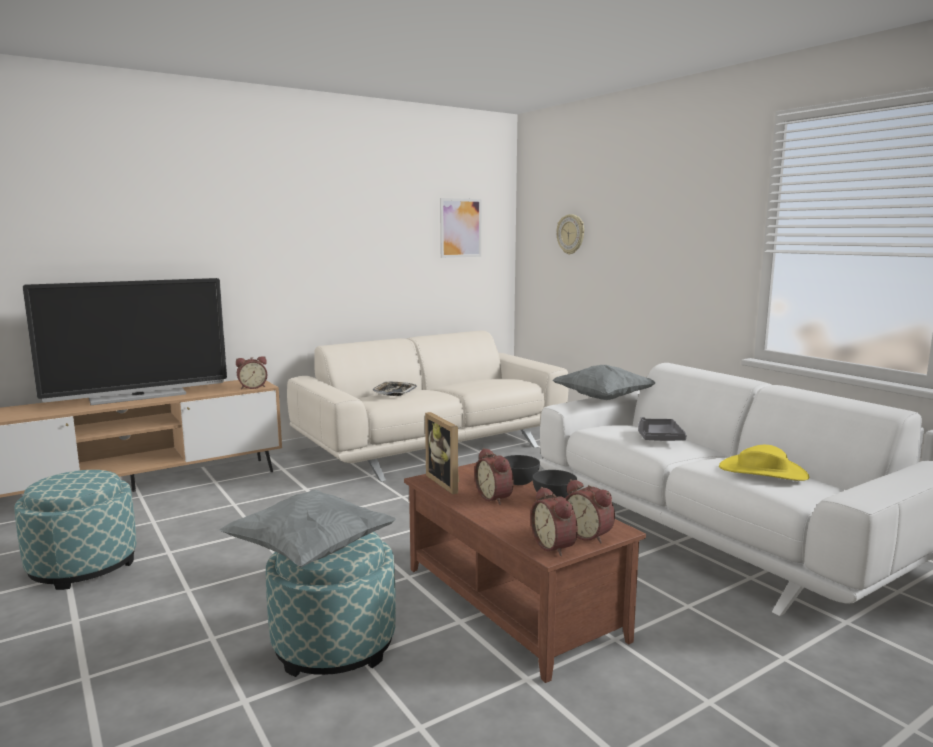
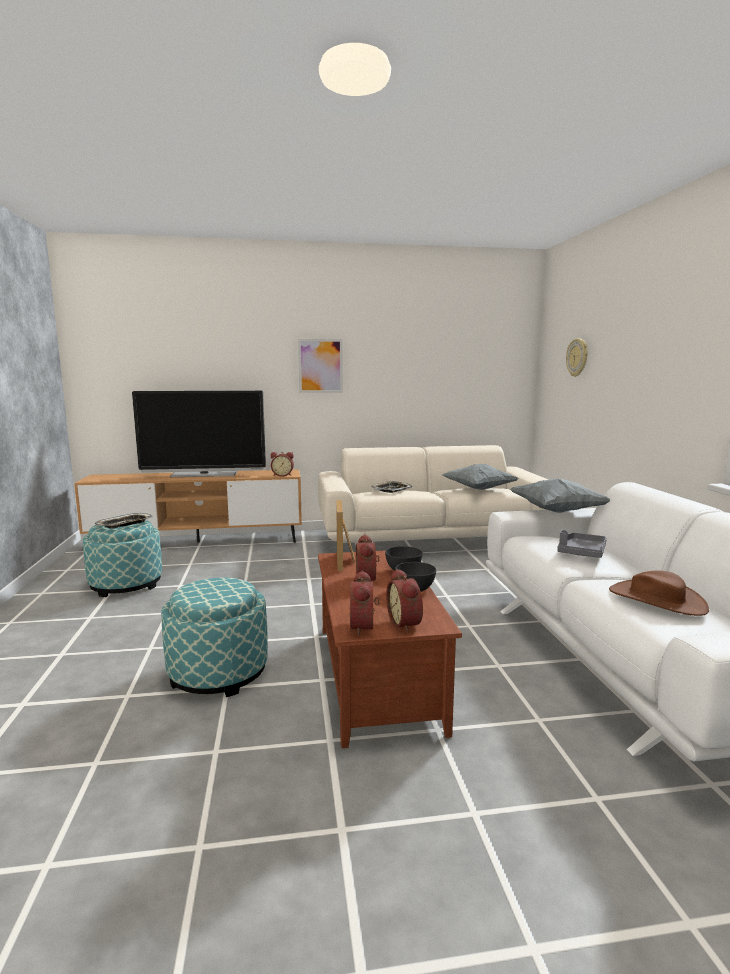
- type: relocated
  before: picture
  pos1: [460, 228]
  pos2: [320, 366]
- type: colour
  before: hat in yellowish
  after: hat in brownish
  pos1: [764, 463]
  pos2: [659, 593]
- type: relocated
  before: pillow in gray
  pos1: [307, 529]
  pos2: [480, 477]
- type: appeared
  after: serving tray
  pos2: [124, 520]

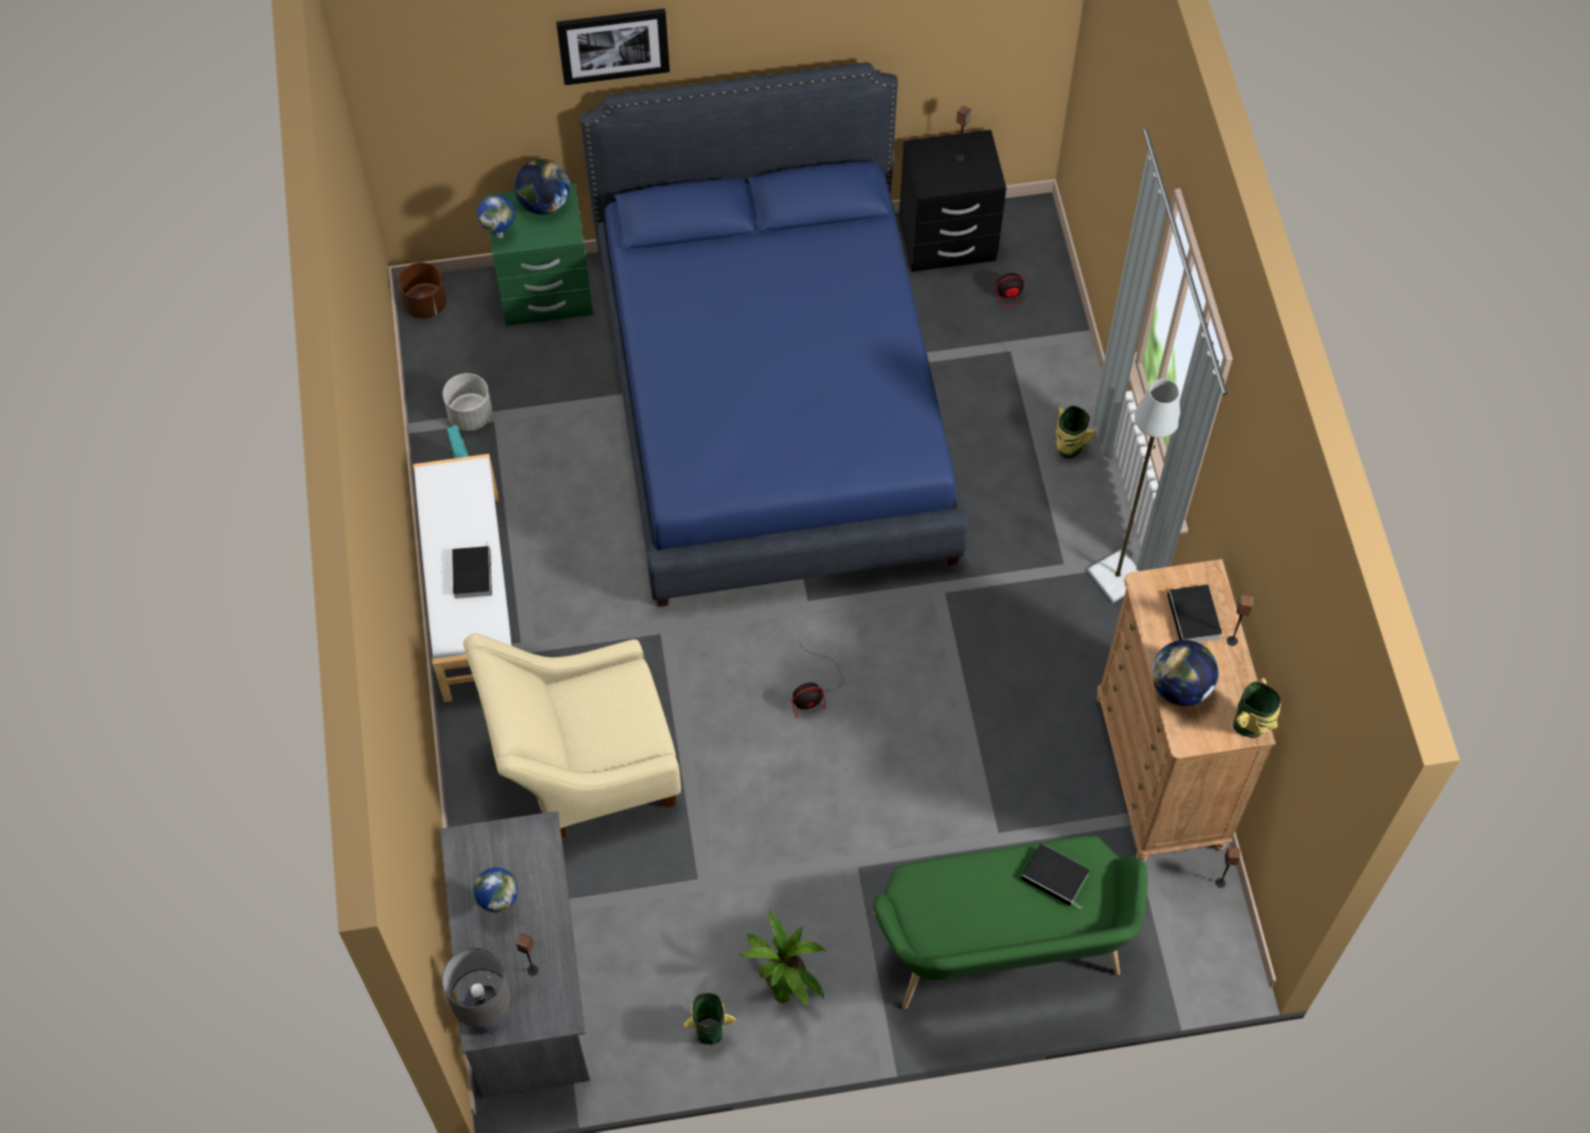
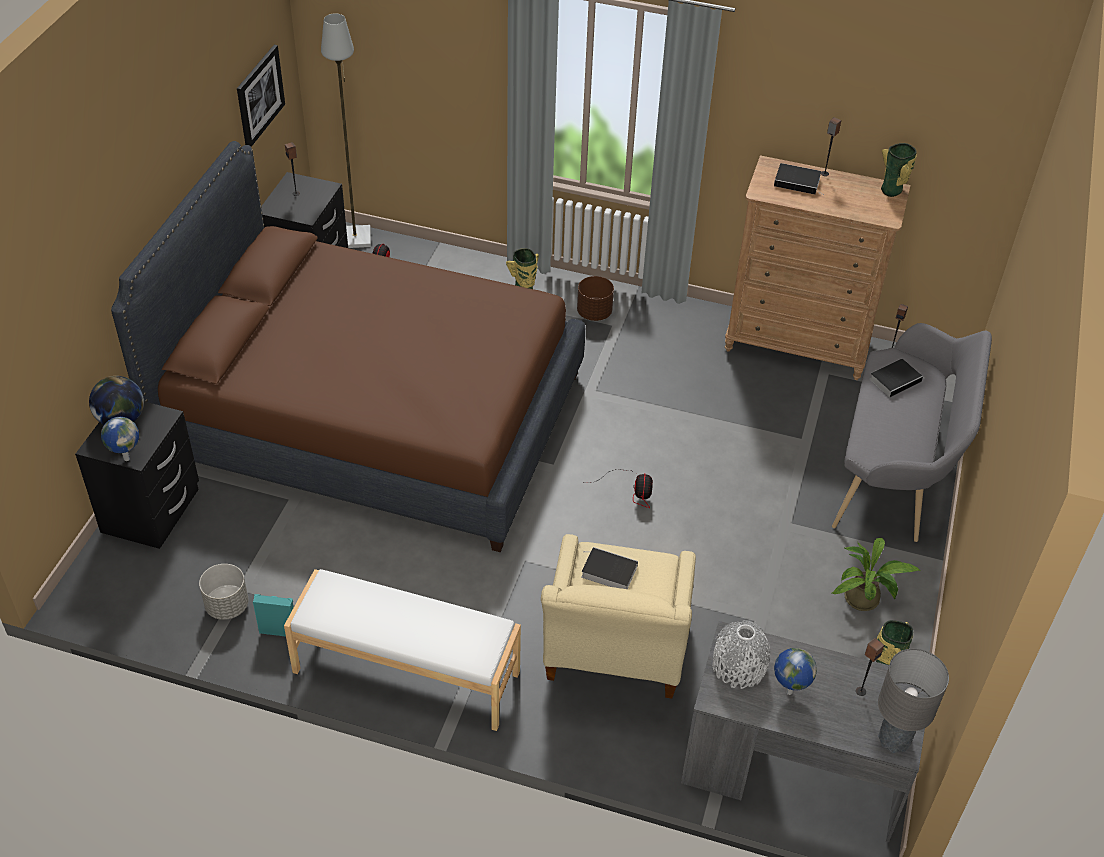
- type: relocated
  before: picture
  pos1: [613, 46]
  pos2: [261, 96]
- type: colour
  before: bedroom bed in blue
  after: bedroom bed in brownish
  pos1: [774, 334]
  pos2: [348, 346]
- type: colour
  before: night table in green-coloured
  after: night table in blackish
  pos1: [539, 254]
  pos2: [137, 475]
- type: relocated
  before: flower pot in brownish
  pos1: [422, 290]
  pos2: [595, 298]
- type: relocated
  before: standing lamp in gray
  pos1: [1133, 491]
  pos2: [346, 131]
- type: relocated
  before: volume
  pos1: [472, 570]
  pos2: [609, 568]
- type: missing
  before: globe
  pos1: [1184, 673]
- type: colour
  before: indoor bench in green-coloured
  after: indoor bench in gray
  pos1: [1011, 922]
  pos2: [912, 432]
- type: appeared
  after: decorative vase in gray
  pos2: [741, 654]

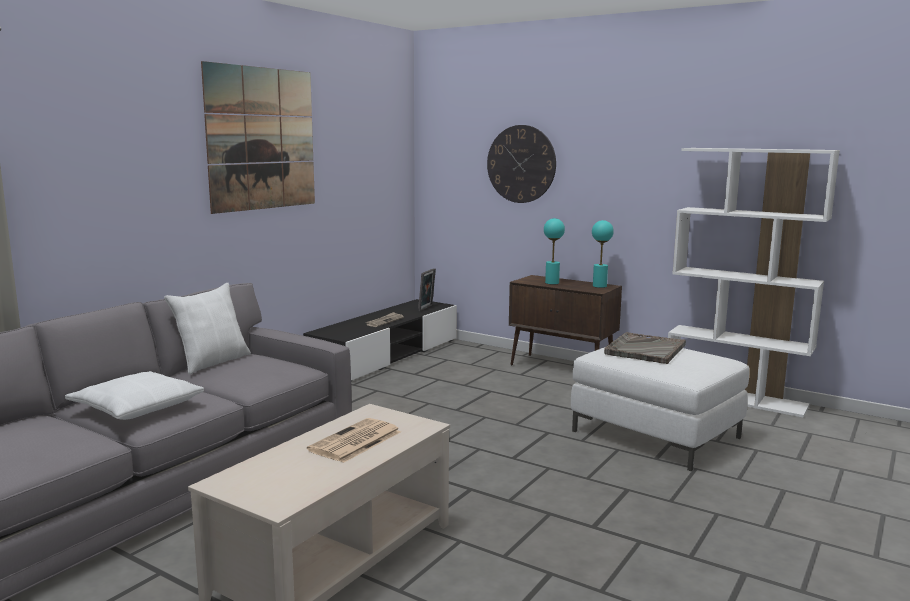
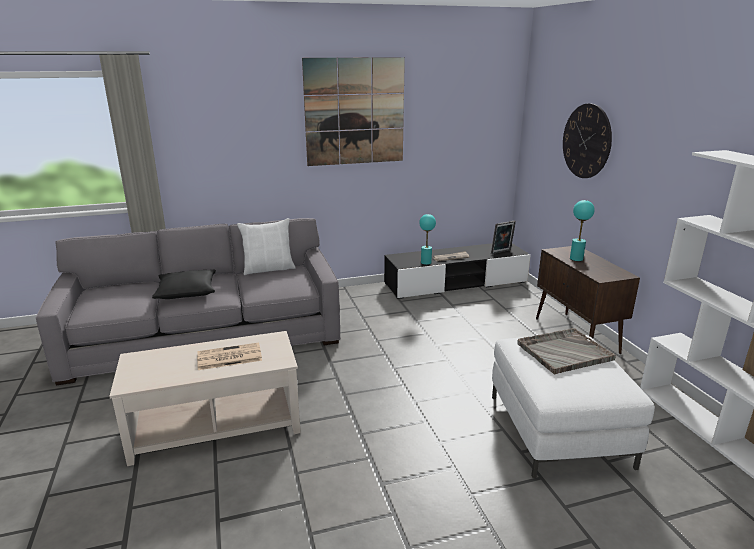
- type: relocated
  before: tabletop lamp in turquoise
  pos1: [603, 254]
  pos2: [427, 239]
- type: colour
  before: pillow in whitish
  after: pillow in blackish
  pos1: [134, 395]
  pos2: [184, 284]

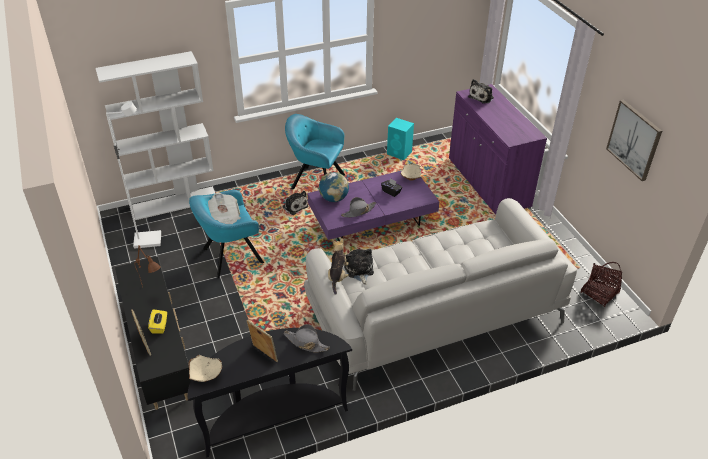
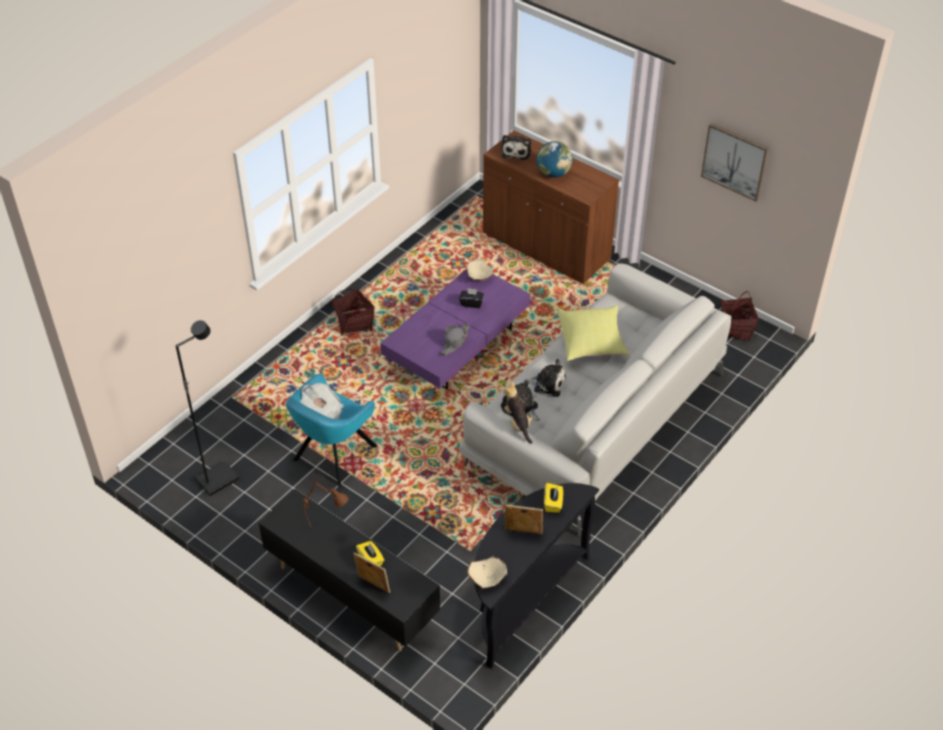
- type: missing
  before: shelving unit in whitish
  pos1: [155, 135]
- type: colour
  before: cabinet in purple-coloured
  after: cabinet in brownish
  pos1: [498, 149]
  pos2: [551, 207]
- type: colour
  before: standing lamp in whitish
  after: standing lamp in blackish
  pos1: [133, 175]
  pos2: [207, 408]
- type: exchanged
  before: lounge chair in turquoise
  after: storage basket
  pos1: [315, 152]
  pos2: [352, 312]
- type: missing
  before: speaker in turquoise
  pos1: [400, 139]
- type: relocated
  before: globe
  pos1: [334, 187]
  pos2: [555, 159]
- type: relocated
  before: plush toy
  pos1: [295, 203]
  pos2: [545, 378]
- type: exchanged
  before: hat in gray
  after: tissue box in yellowish
  pos1: [306, 338]
  pos2: [553, 498]
- type: appeared
  after: pillow in yellowish
  pos2: [593, 333]

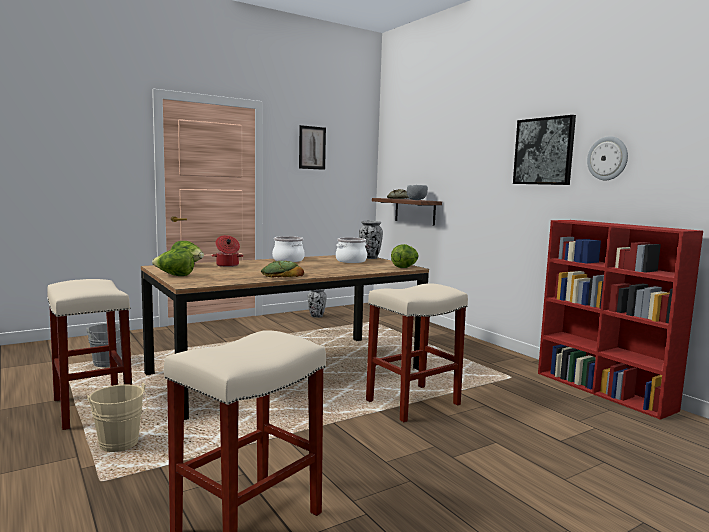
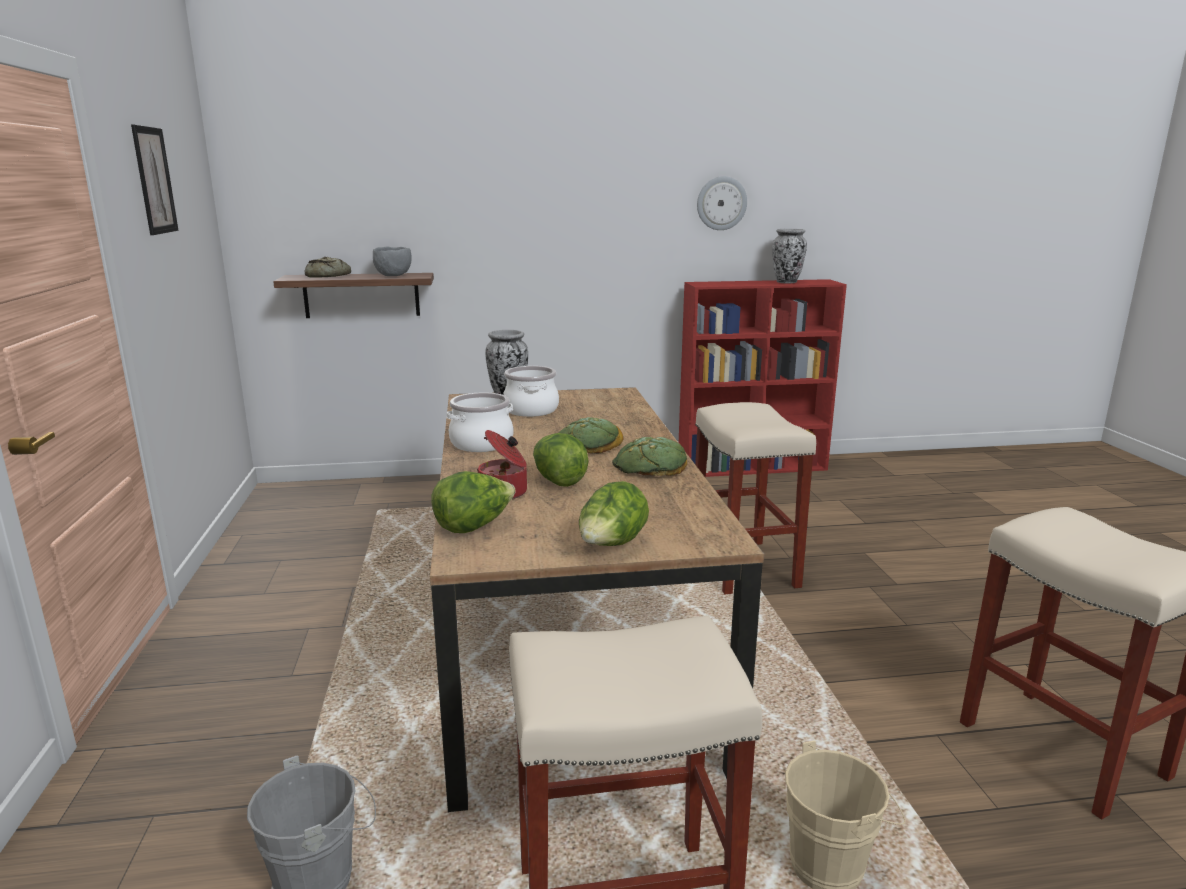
- type: missing
  before: picture
  pos1: [544, 150]
- type: relocated
  before: head of lettuce
  pos1: [404, 256]
  pos2: [561, 460]
- type: relocated
  before: decorative vase
  pos1: [317, 303]
  pos2: [789, 256]
- type: appeared
  after: baked bread
  pos2: [591, 435]

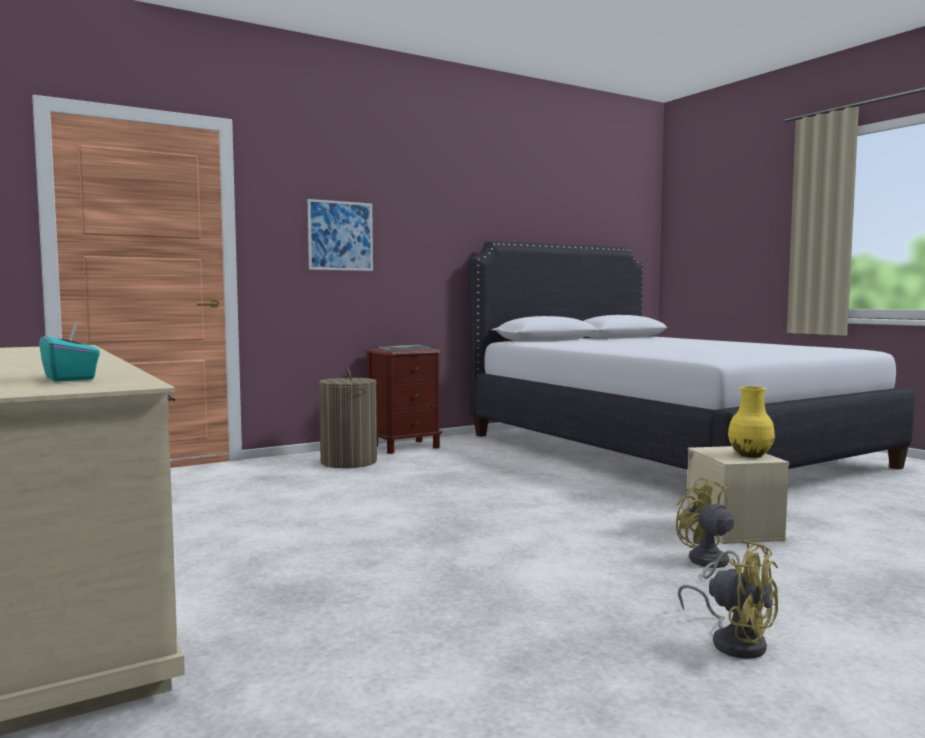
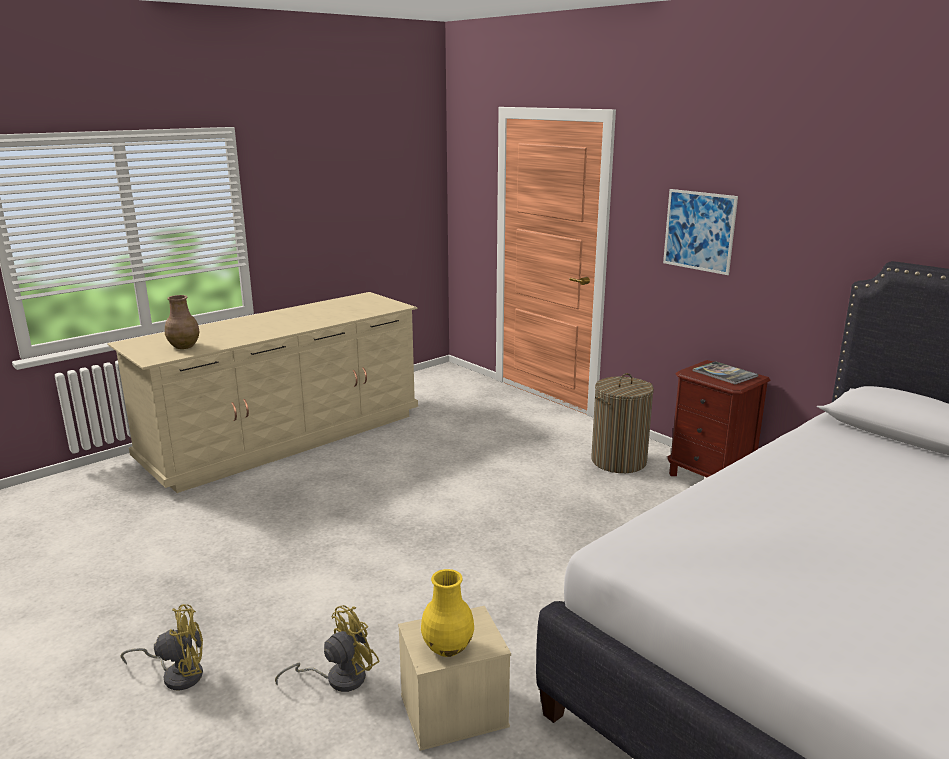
- type: exchanged
  before: tissue box in turquoise
  after: decorative vase in brownish
  pos1: [69, 352]
  pos2: [182, 322]
- type: spun
  before: cooling fan in yellowish
  pos1: [728, 599]
  pos2: [162, 647]
  turn: -135

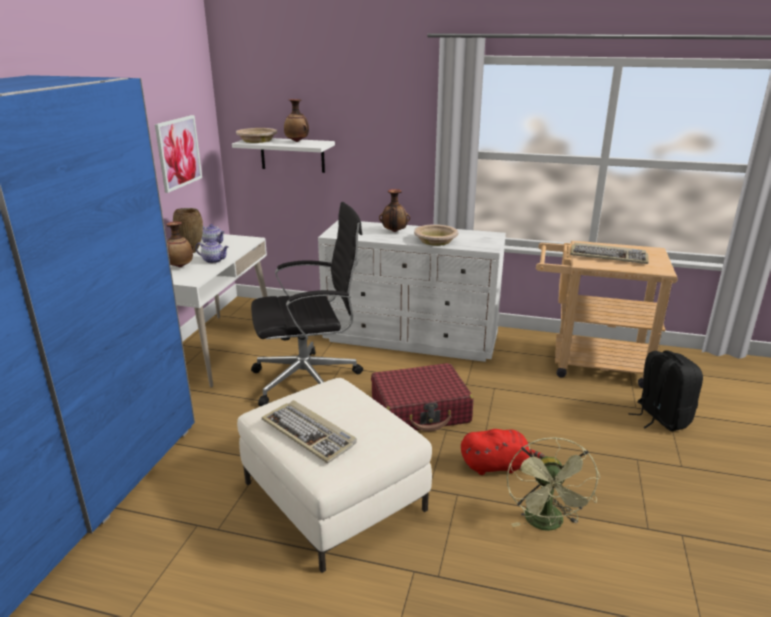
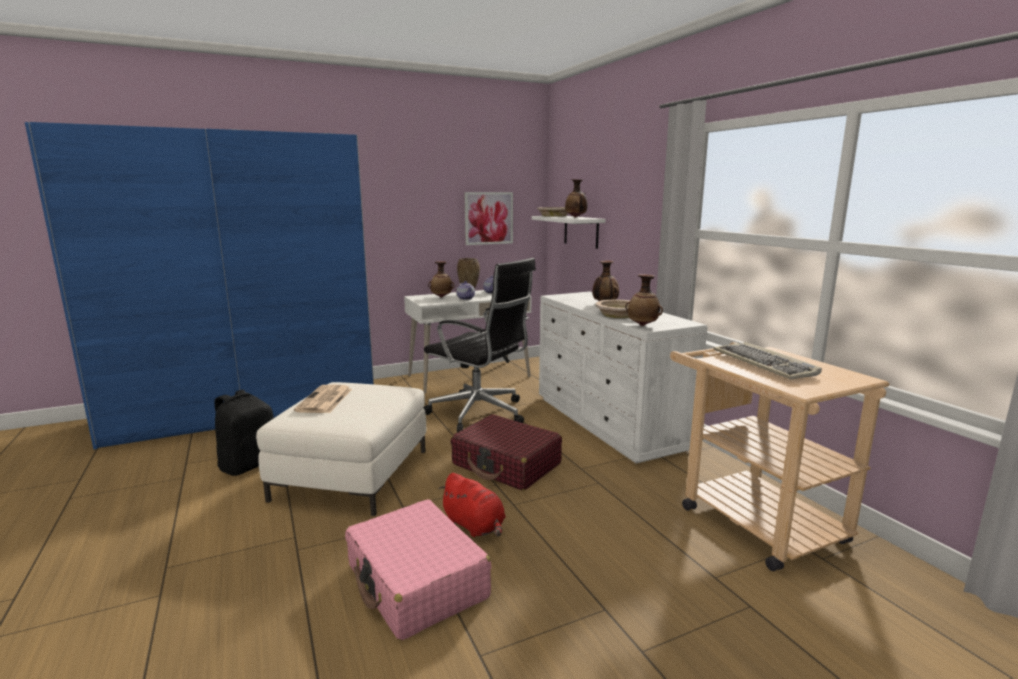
- type: relocated
  before: rucksack in blackish
  pos1: [665, 391]
  pos2: [244, 433]
- type: exchanged
  before: computer keyboard
  after: newspaper
  pos1: [309, 431]
  pos2: [323, 399]
- type: exchanged
  before: cooling fan in green-coloured
  after: piece of luggage in pink
  pos1: [553, 484]
  pos2: [418, 570]
- type: appeared
  after: decorative vase
  pos2: [644, 300]

